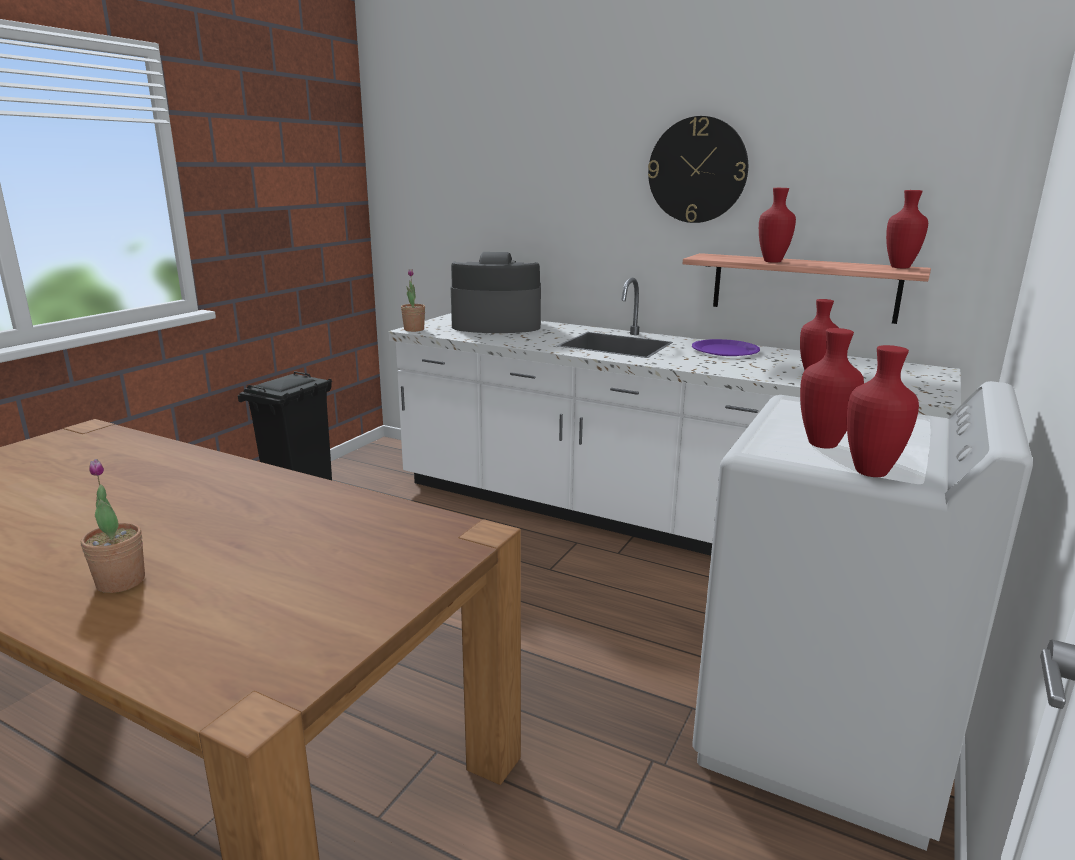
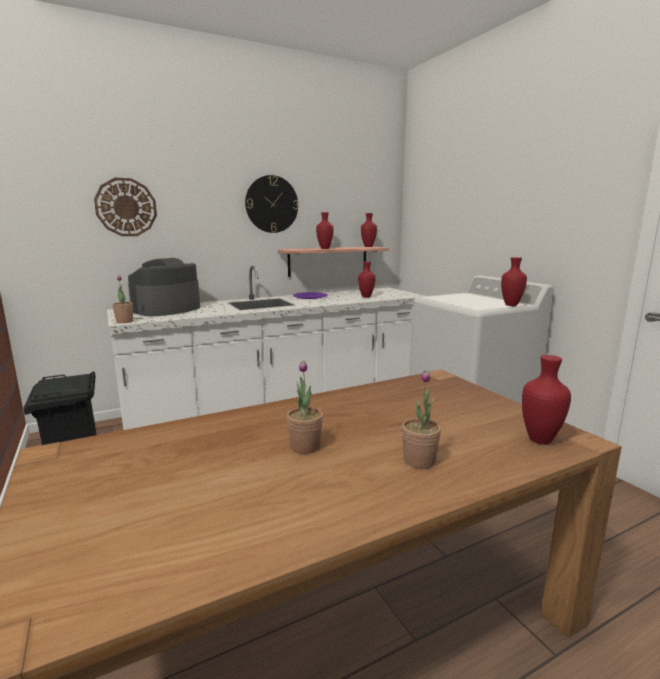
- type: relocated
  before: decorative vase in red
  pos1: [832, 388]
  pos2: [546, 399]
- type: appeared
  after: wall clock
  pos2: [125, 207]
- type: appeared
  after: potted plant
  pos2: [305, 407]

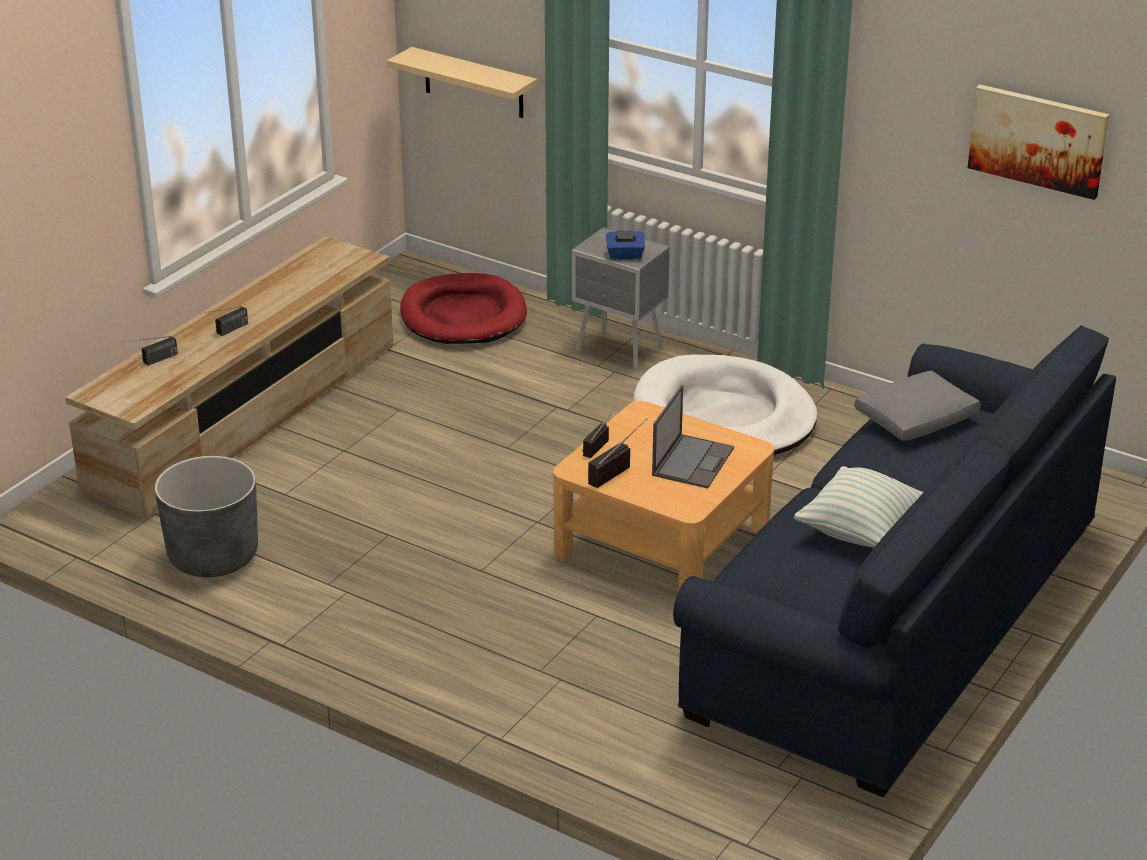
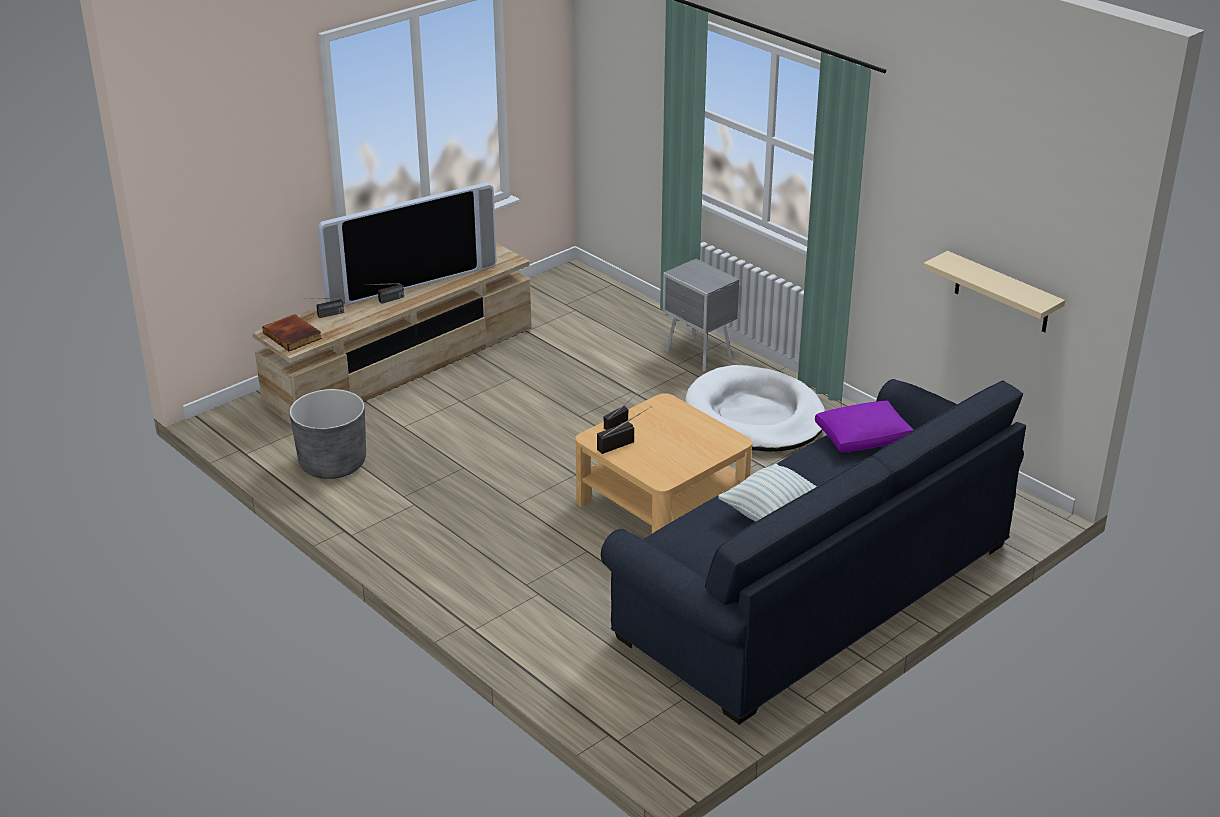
- type: relocated
  before: shelf in beige-coloured
  pos1: [462, 82]
  pos2: [994, 292]
- type: missing
  before: picture
  pos1: [1038, 142]
- type: missing
  before: tissue box in blue
  pos1: [625, 245]
- type: missing
  before: pet bed in red
  pos1: [463, 308]
- type: colour
  before: pillow in gray
  after: pillow in purple-coloured
  pos1: [918, 406]
  pos2: [864, 426]
- type: missing
  before: notebook computer
  pos1: [693, 436]
- type: appeared
  after: TV
  pos2: [407, 244]
- type: appeared
  after: volume
  pos2: [292, 332]

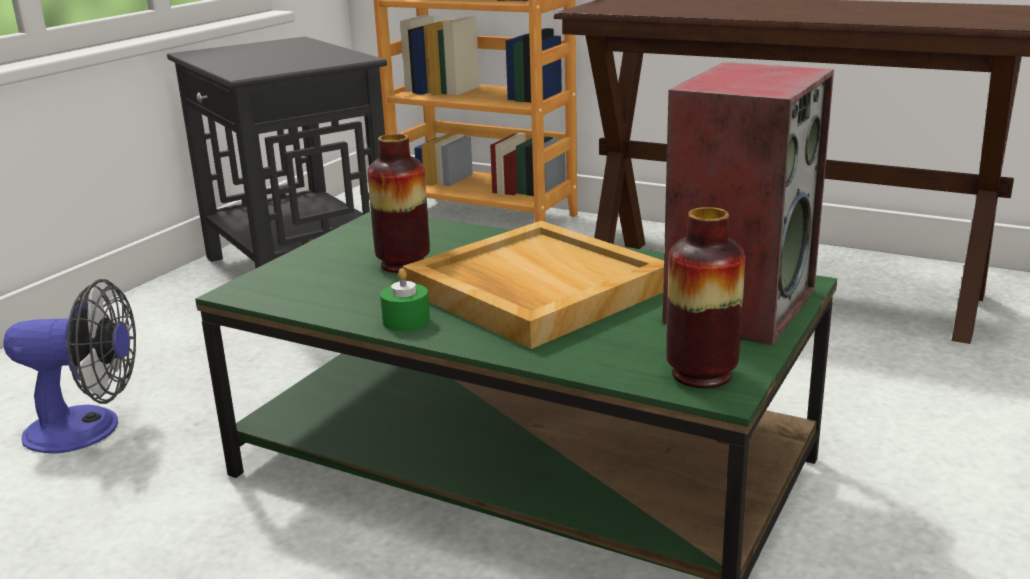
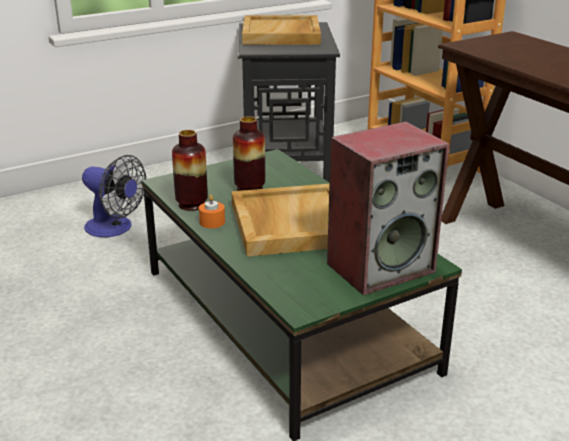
- type: relocated
  before: decorative vase
  pos1: [705, 297]
  pos2: [190, 170]
- type: colour
  before: wax light in green-coloured
  after: wax light in orangey
  pos1: [405, 299]
  pos2: [212, 211]
- type: appeared
  after: serving tray in beige-coloured
  pos2: [281, 30]

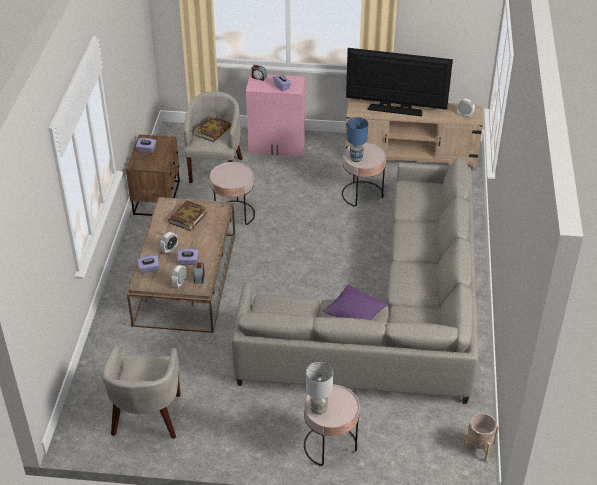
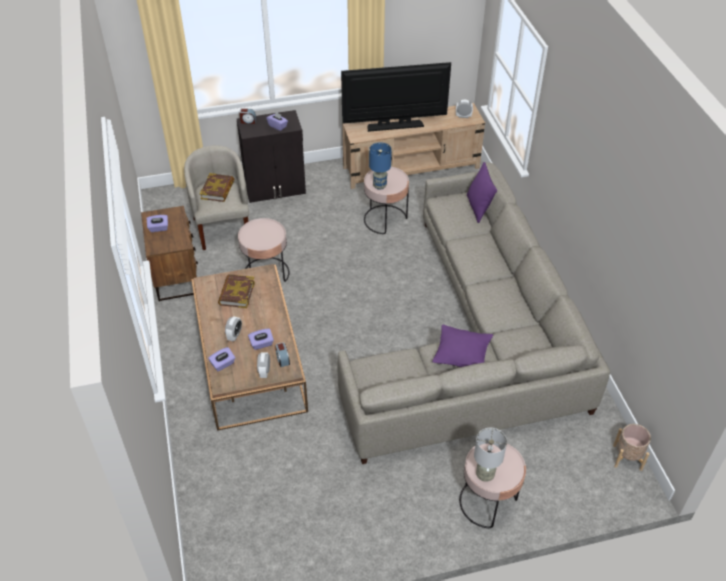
- type: colour
  before: cabinet in pink
  after: cabinet in blackish
  pos1: [275, 115]
  pos2: [271, 156]
- type: missing
  before: lounge chair in beige-coloured
  pos1: [141, 392]
- type: appeared
  after: pillow in purple-coloured
  pos2: [482, 192]

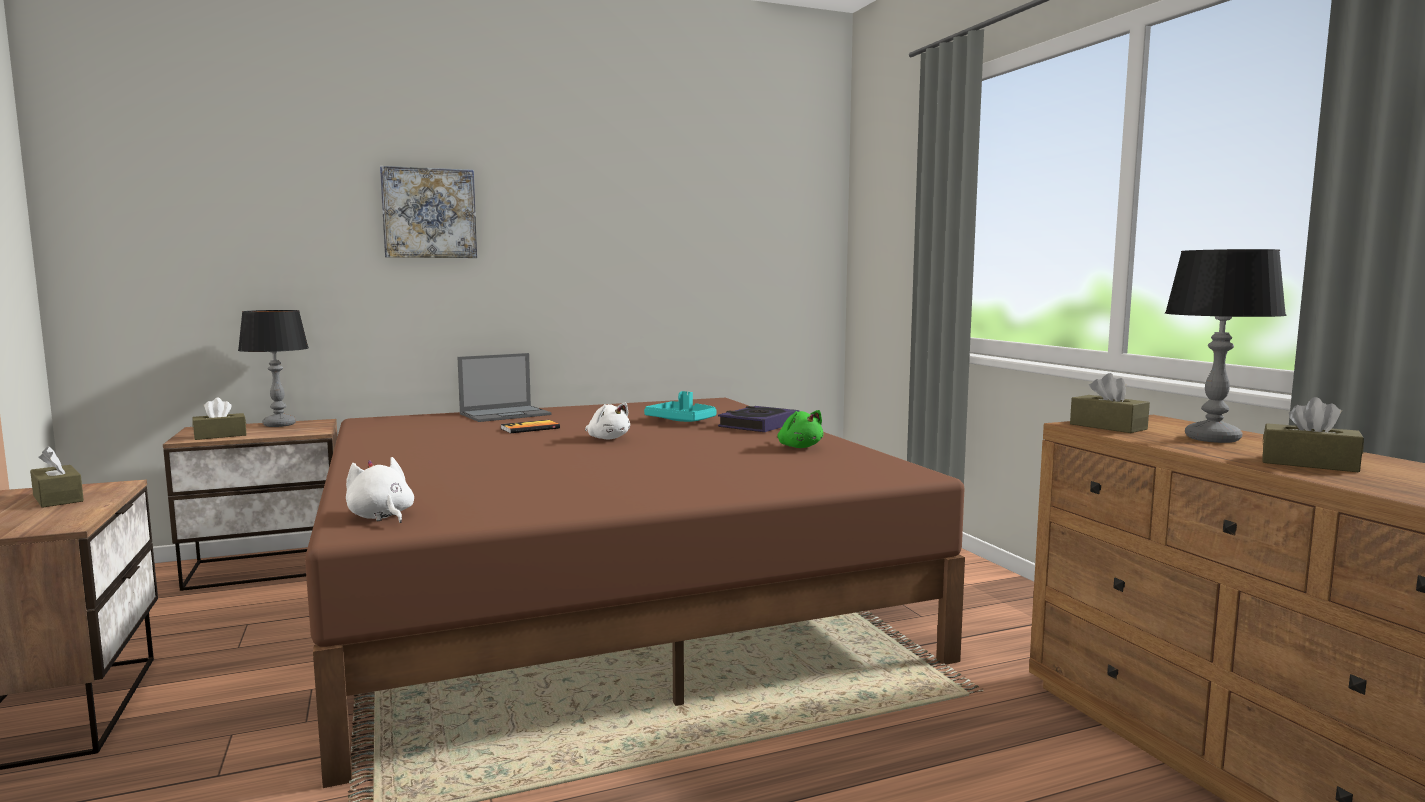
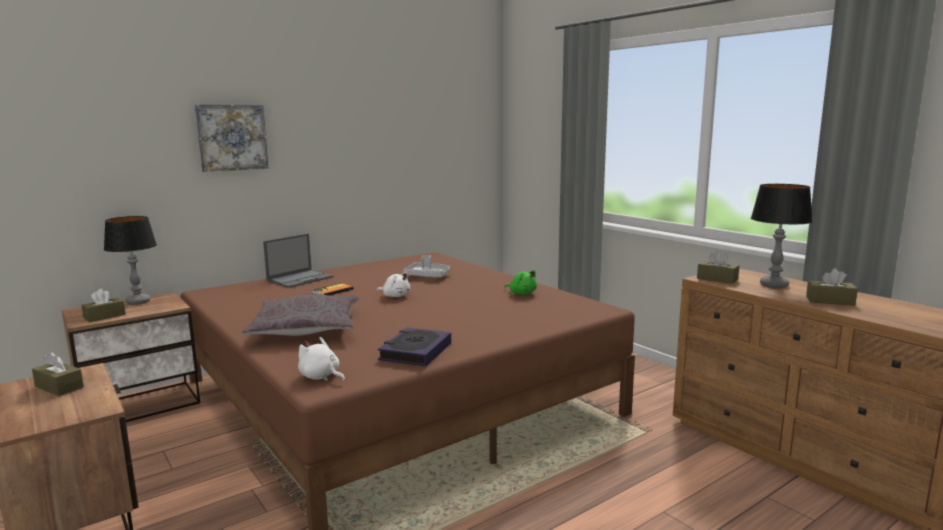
- type: colour
  before: serving tray in turquoise
  after: serving tray in gray
  pos1: [680, 406]
  pos2: [427, 266]
- type: relocated
  before: volume
  pos1: [758, 419]
  pos2: [414, 347]
- type: appeared
  after: pillow in gray
  pos2: [300, 315]

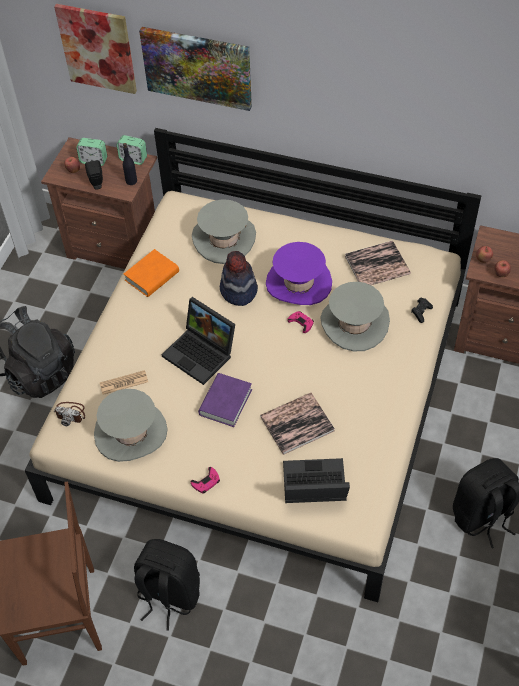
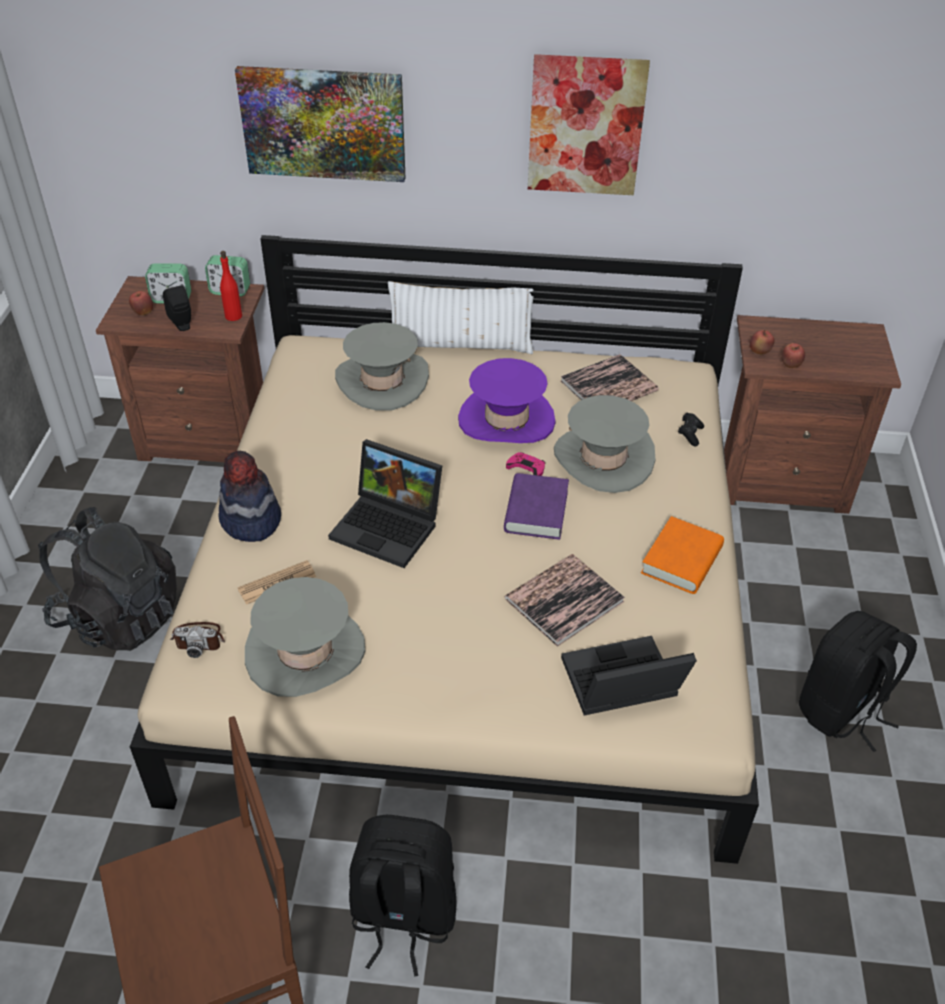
- type: relocated
  before: picture
  pos1: [95, 49]
  pos2: [589, 124]
- type: colour
  before: beverage bottle in blackish
  after: beverage bottle in red
  pos1: [130, 164]
  pos2: [231, 286]
- type: relocated
  before: volume in orangey
  pos1: [151, 273]
  pos2: [682, 555]
- type: relocated
  before: hat
  pos1: [239, 278]
  pos2: [249, 496]
- type: relocated
  before: volume in purple-coloured
  pos1: [225, 400]
  pos2: [536, 506]
- type: missing
  before: game controller in pink
  pos1: [205, 480]
- type: appeared
  after: pillow in whitish
  pos2: [461, 317]

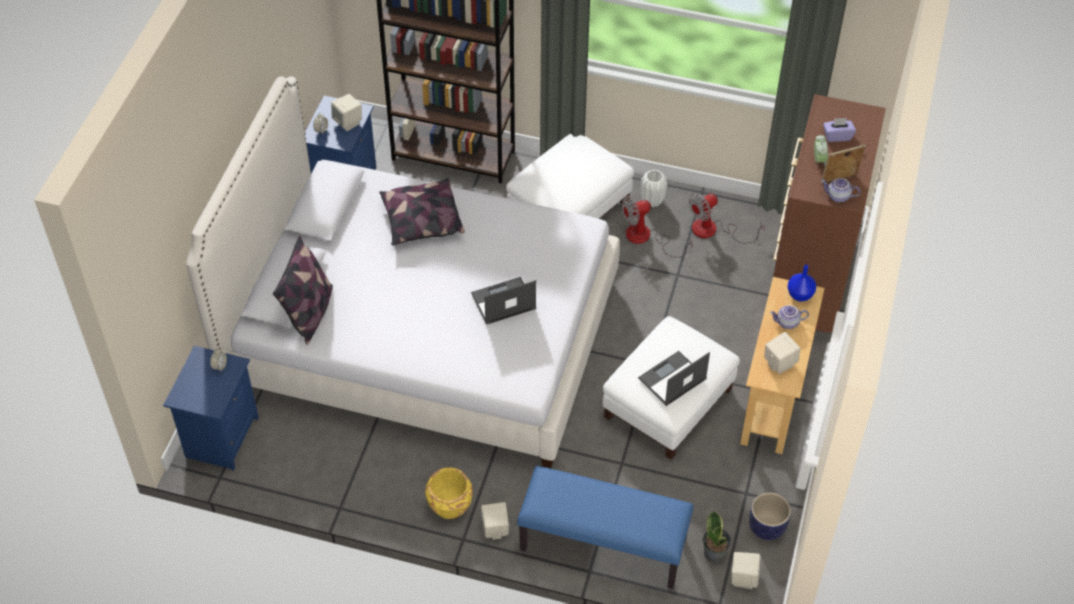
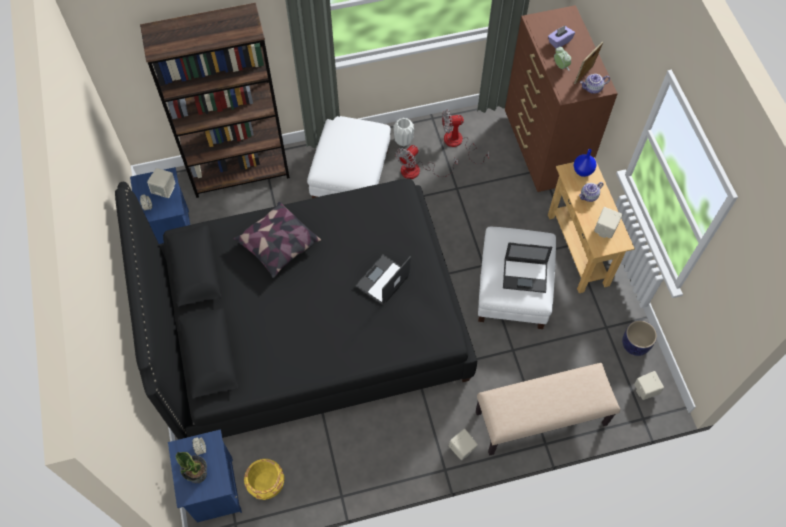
- type: colour
  before: bedroom bed in whitish
  after: bedroom bed in blackish
  pos1: [403, 272]
  pos2: [296, 309]
- type: spun
  before: cooling fan
  pos1: [727, 218]
  pos2: [465, 136]
  turn: 60
- type: missing
  before: pillow
  pos1: [303, 290]
- type: spun
  before: notebook computer
  pos1: [674, 378]
  pos2: [527, 267]
  turn: -105
- type: colour
  before: indoor bench in blue
  after: indoor bench in beige-coloured
  pos1: [605, 527]
  pos2: [548, 409]
- type: relocated
  before: flower pot in yellowish
  pos1: [449, 493]
  pos2: [264, 479]
- type: relocated
  before: potted plant
  pos1: [717, 536]
  pos2: [191, 467]

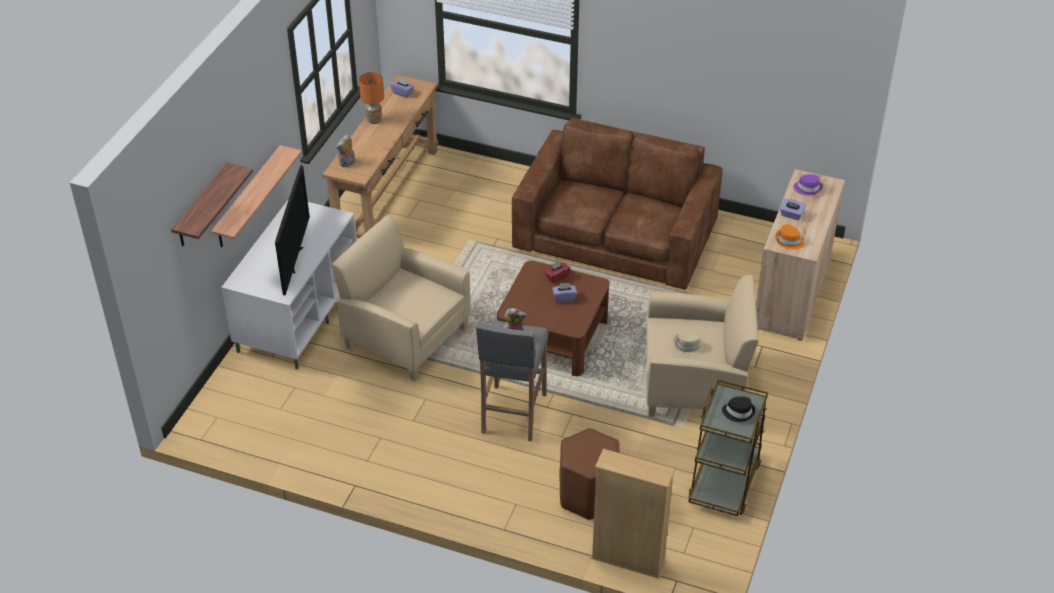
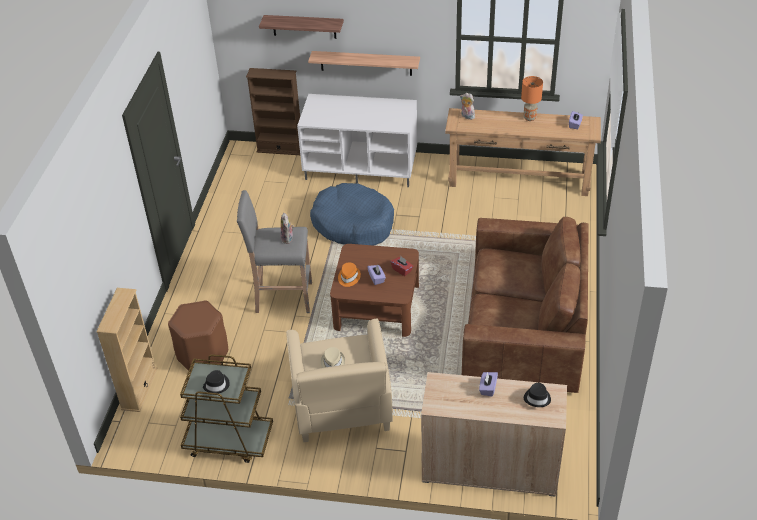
- type: missing
  before: TV
  pos1: [292, 230]
- type: colour
  before: hat in purple-coloured
  after: hat in blackish
  pos1: [808, 185]
  pos2: [537, 395]
- type: exchanged
  before: lounge chair in beige-coloured
  after: pet bed in blue
  pos1: [401, 298]
  pos2: [352, 214]
- type: relocated
  before: hat in orangey
  pos1: [789, 237]
  pos2: [349, 274]
- type: appeared
  after: shelving unit in brownish
  pos2: [273, 111]

